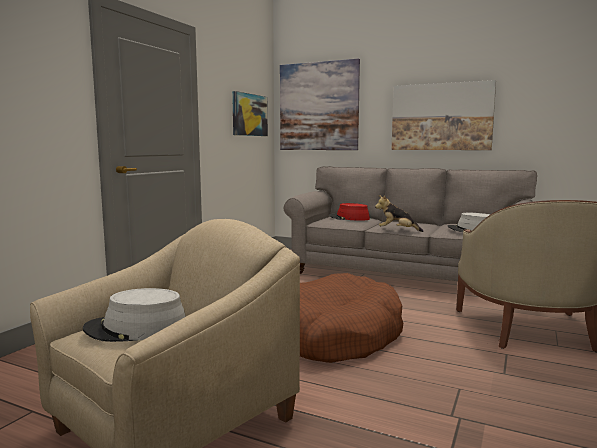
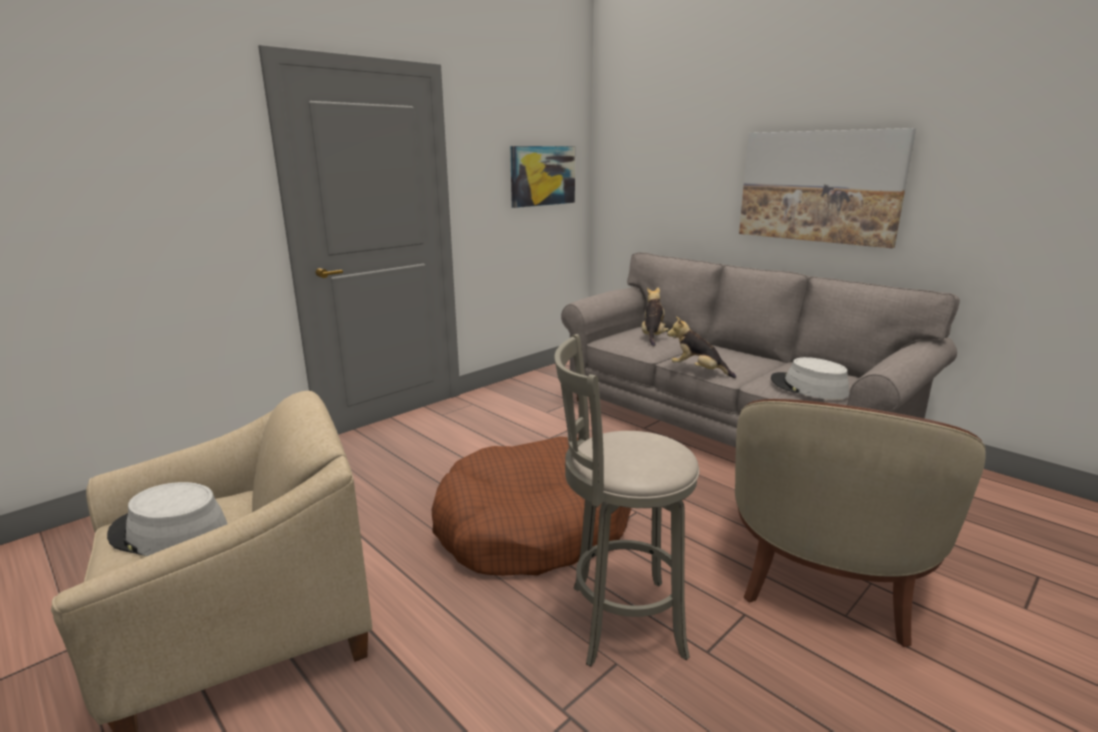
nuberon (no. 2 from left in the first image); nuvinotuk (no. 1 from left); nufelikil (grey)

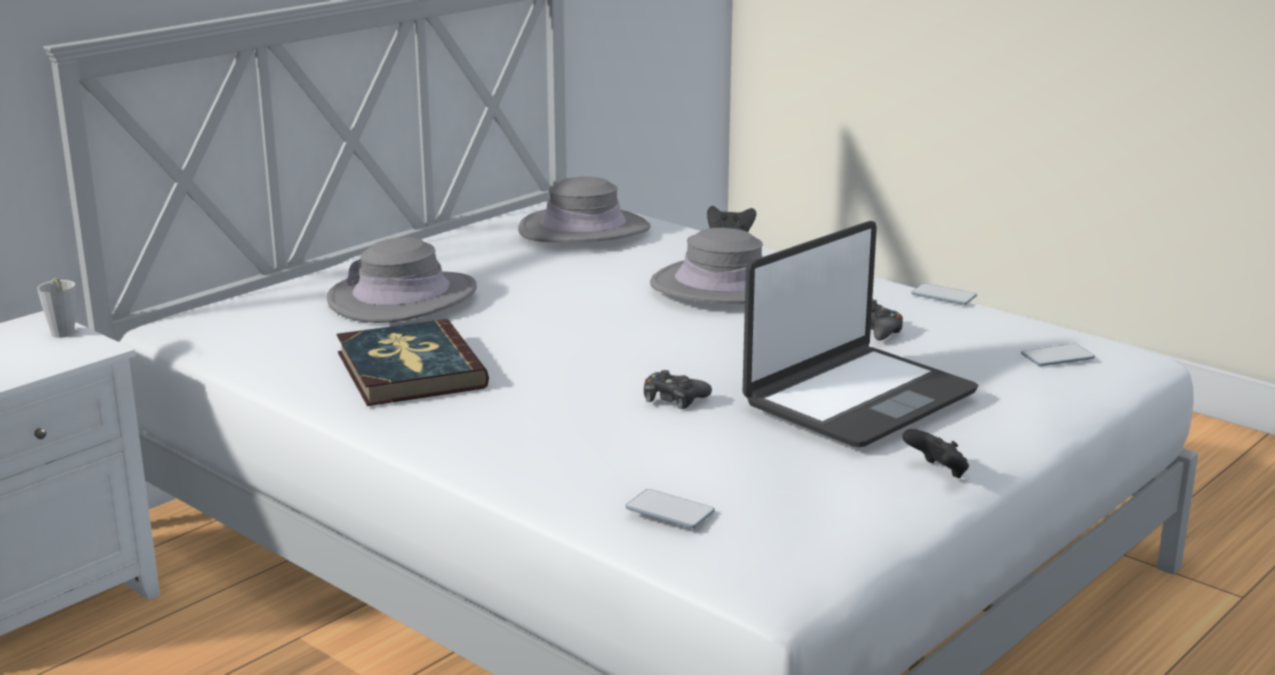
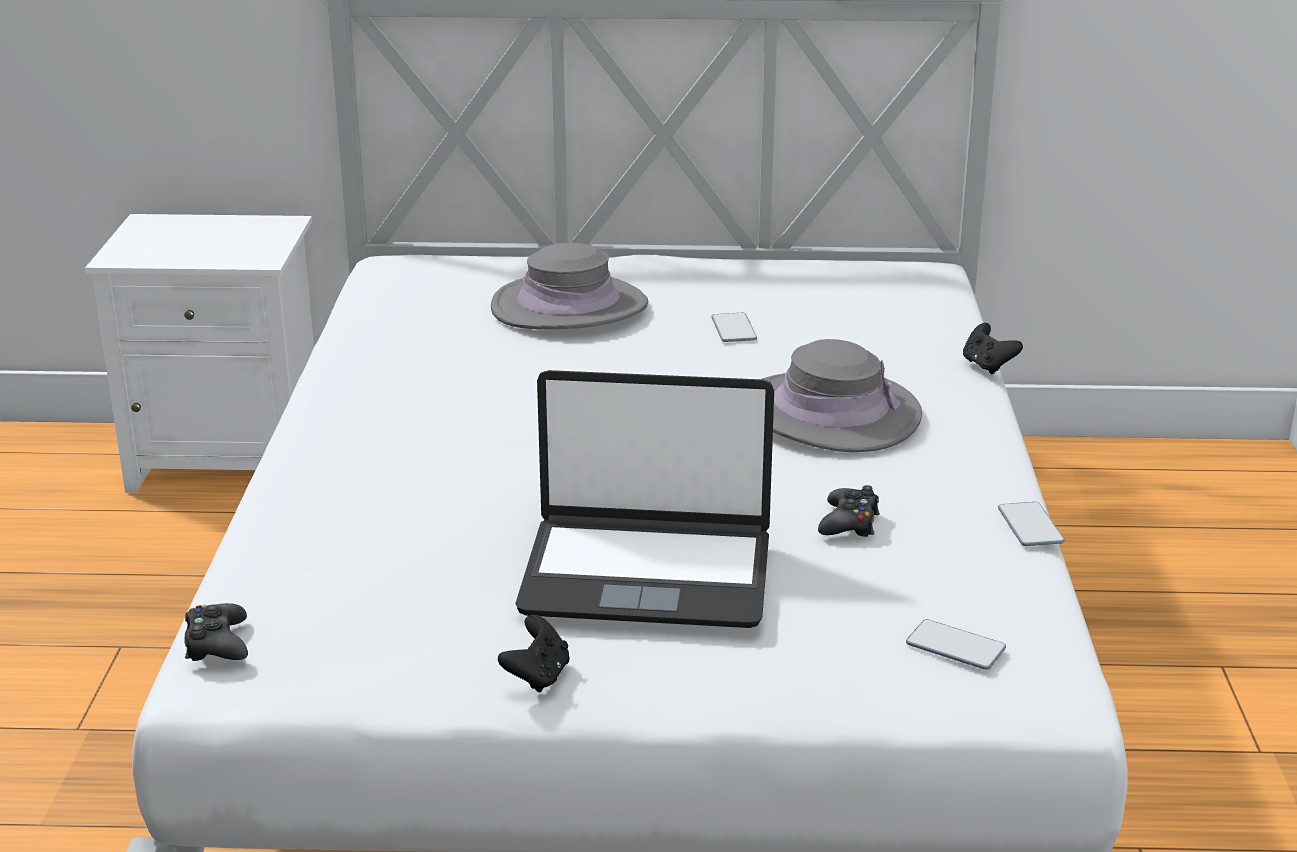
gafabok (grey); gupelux; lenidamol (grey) (no. 2 from left in the first image); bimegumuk (no. 1 from left); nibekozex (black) (no. 1 from left)

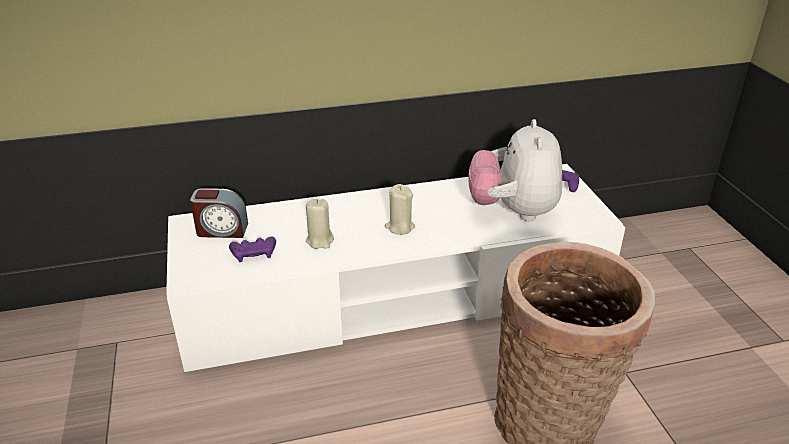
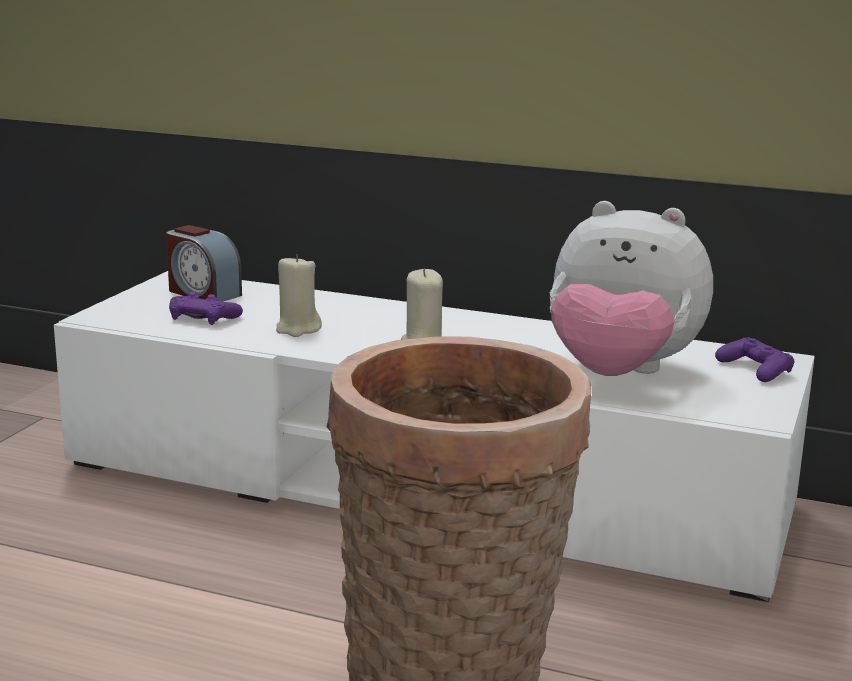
nuvinotuk

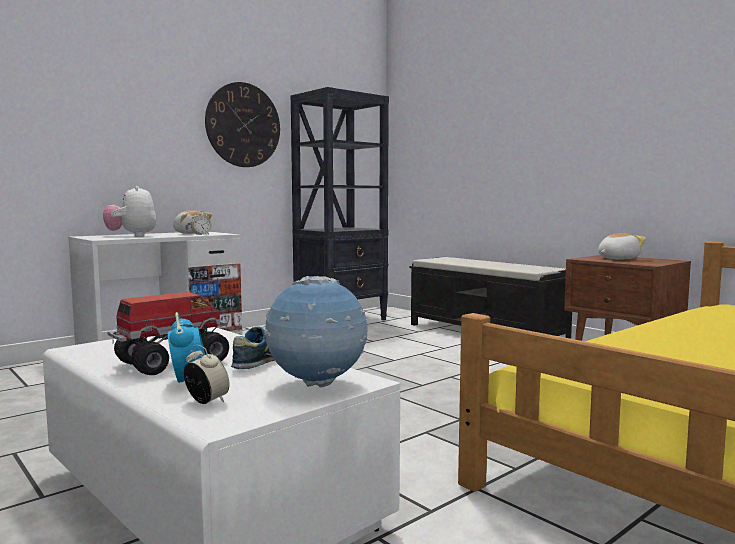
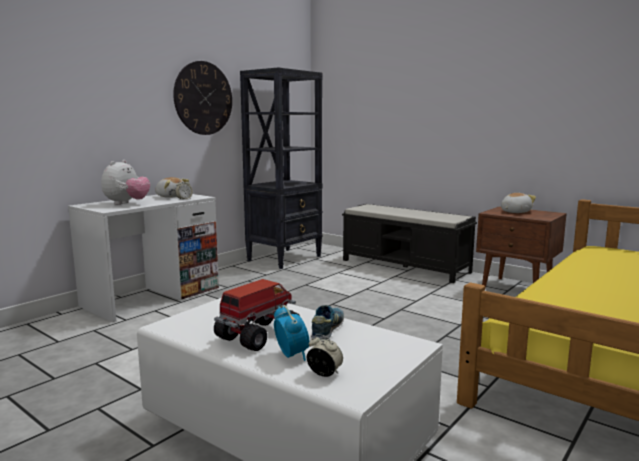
nuvinotuk (no. 1 from left); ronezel

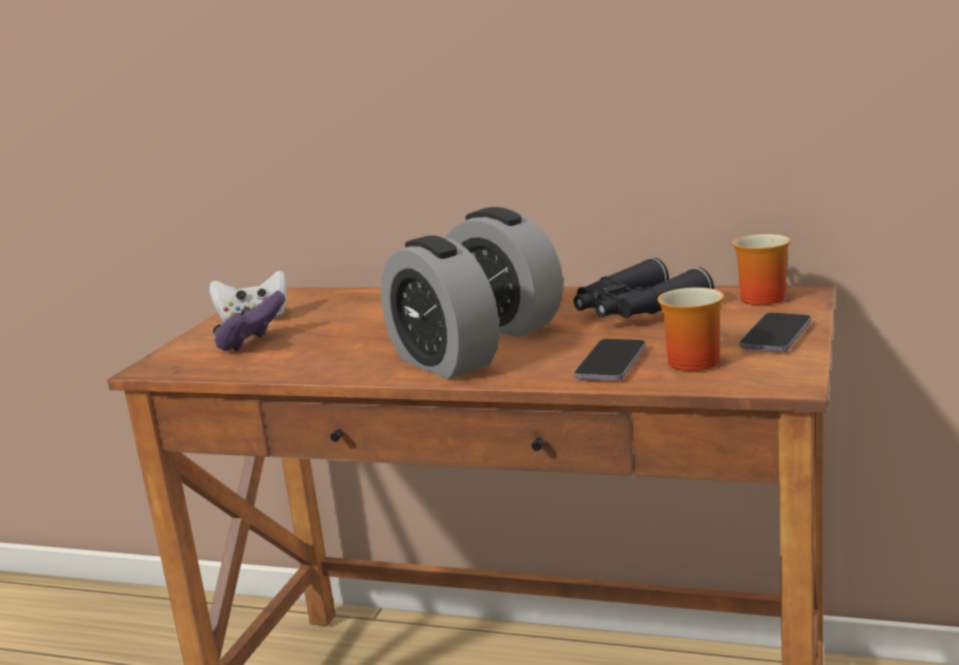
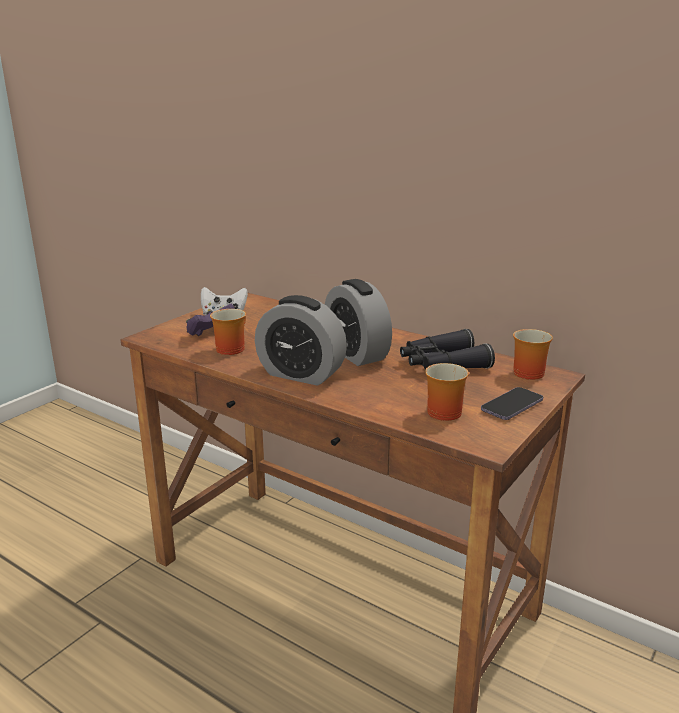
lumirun (no. 1 from left); bimegumuk (no. 1 from left in the first image); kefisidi (no. 1 from left)

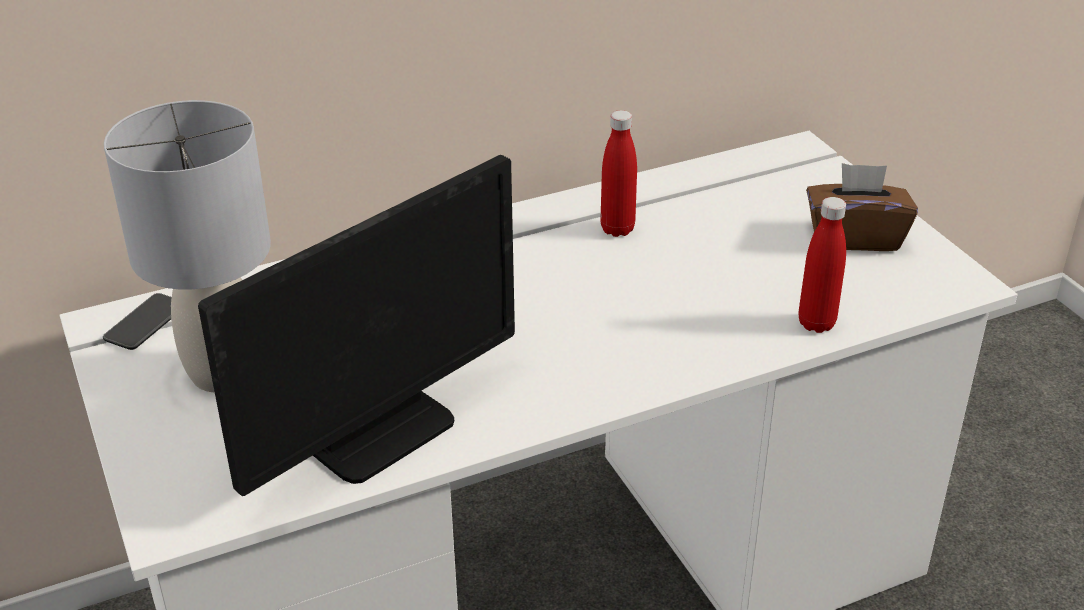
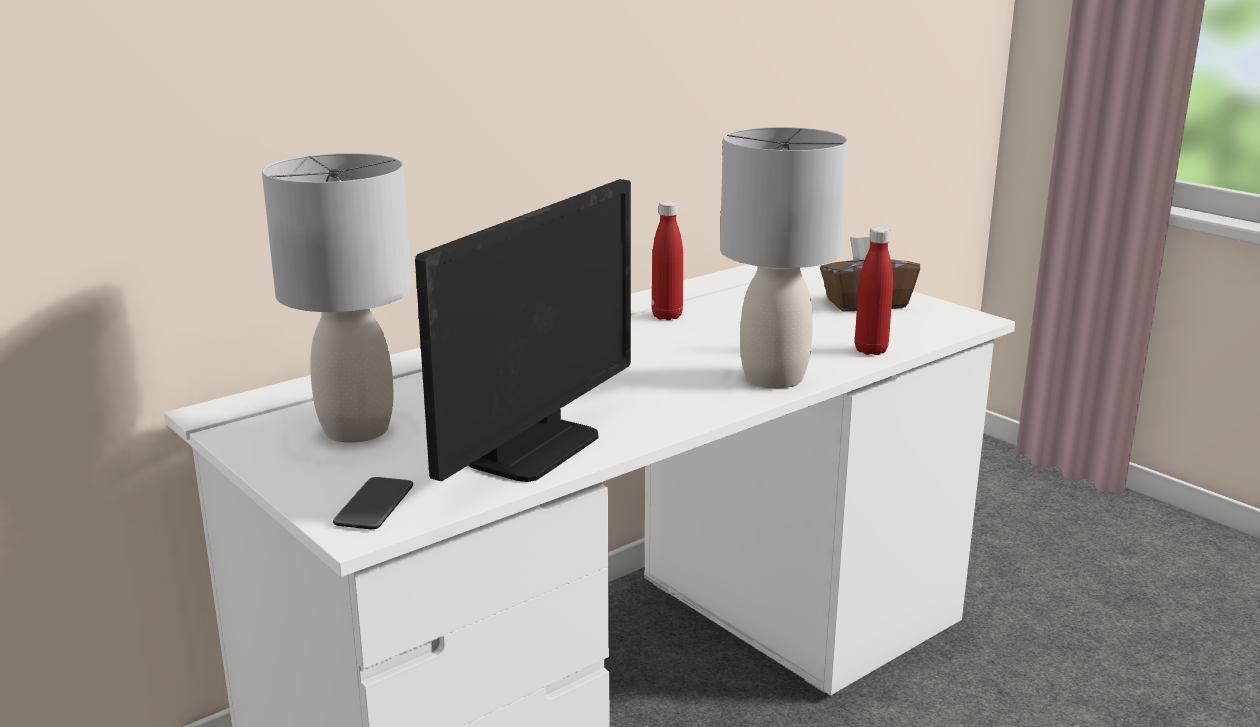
bimegumuk; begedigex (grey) (no. 2 from left)

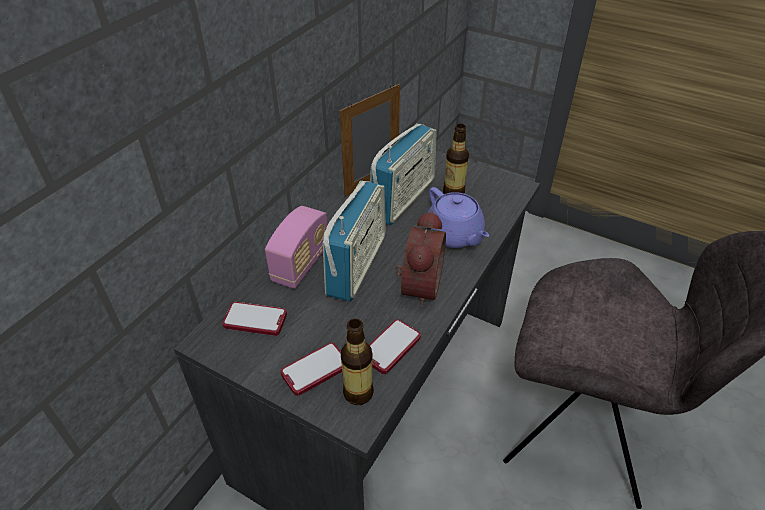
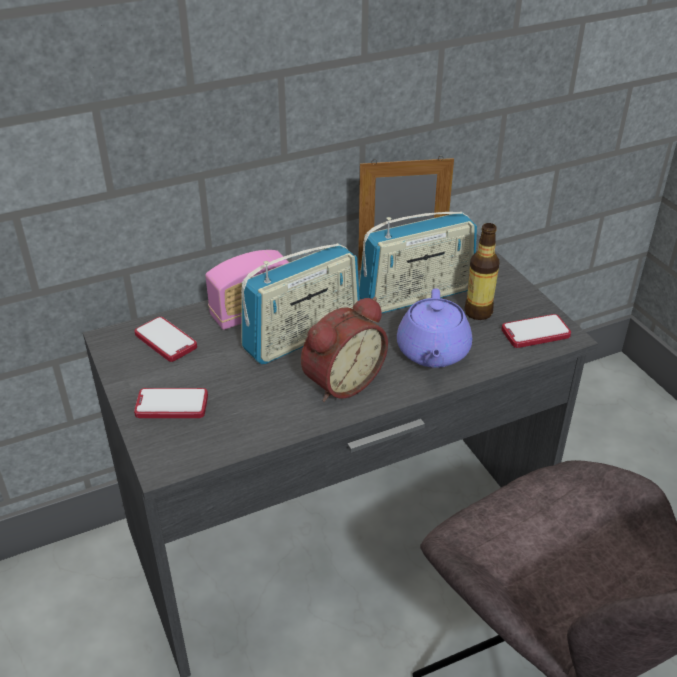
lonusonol (no. 1 from left in the first image); bimegumuk (no. 3 from left)

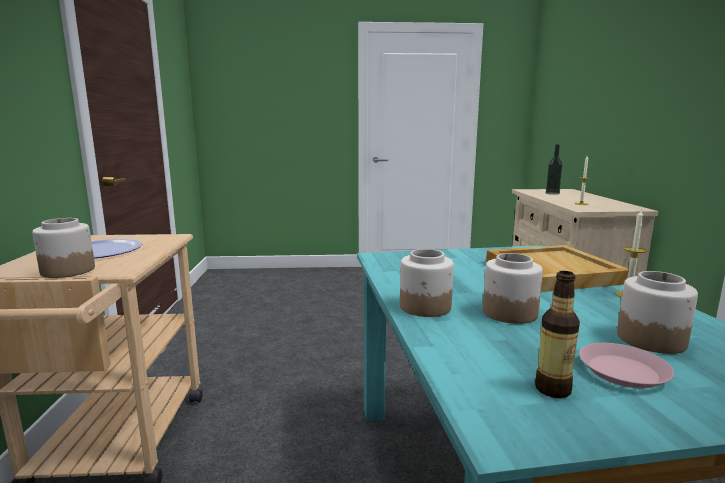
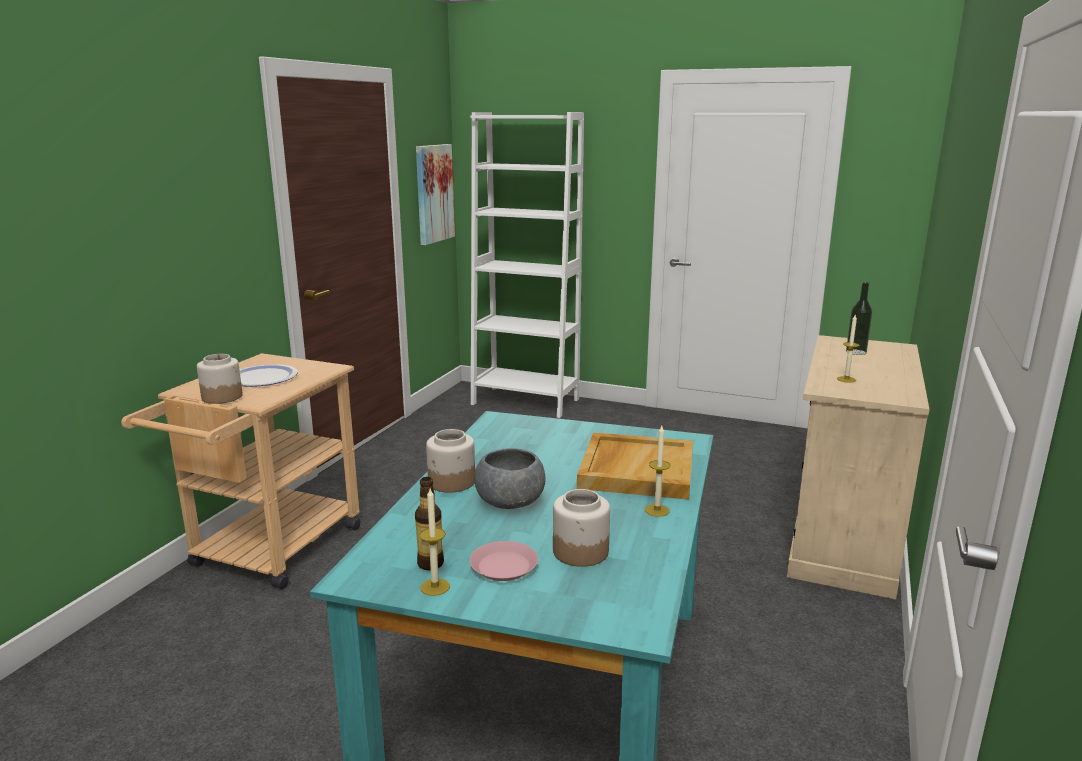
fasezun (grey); nuberon; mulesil (no. 1 from left); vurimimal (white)

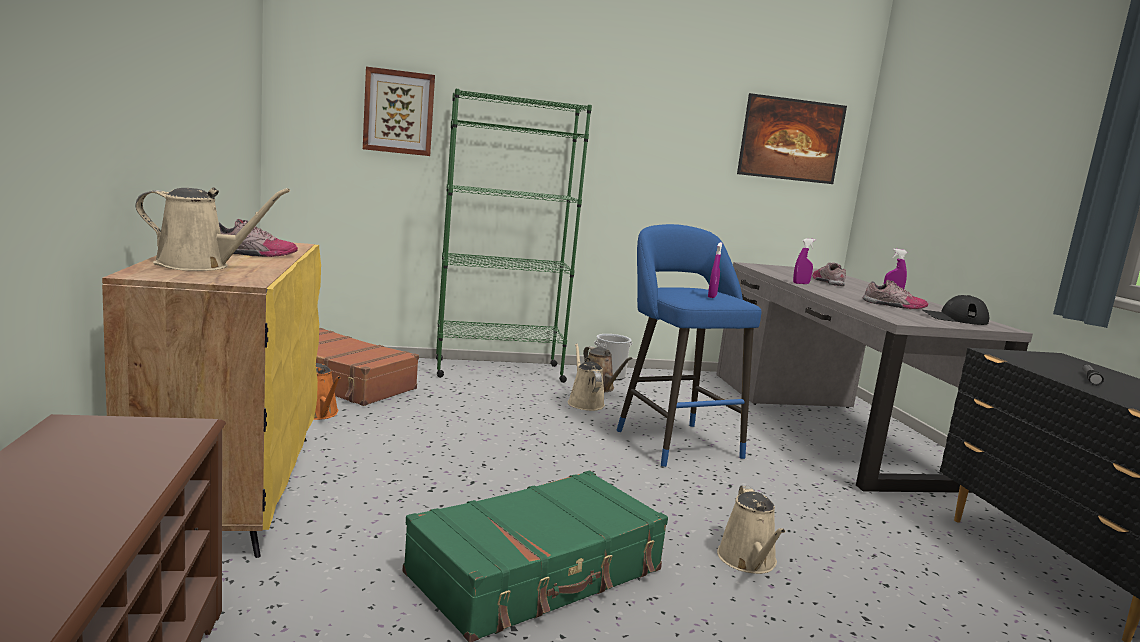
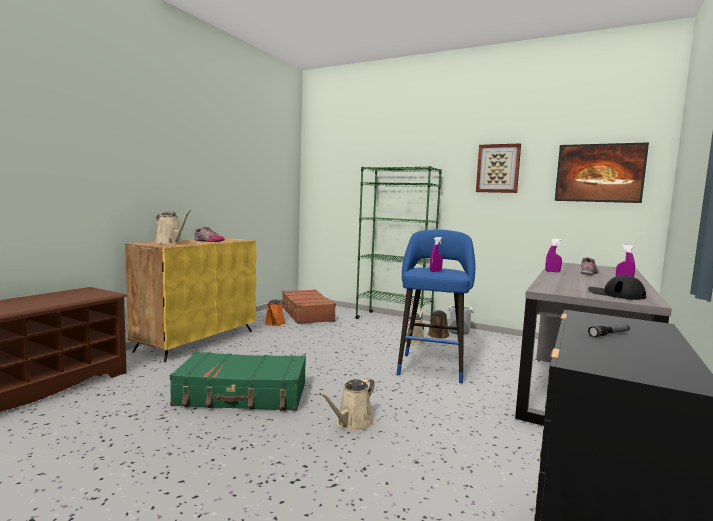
nuberon (no. 1 from left); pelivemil (no. 3 from left in the first image)

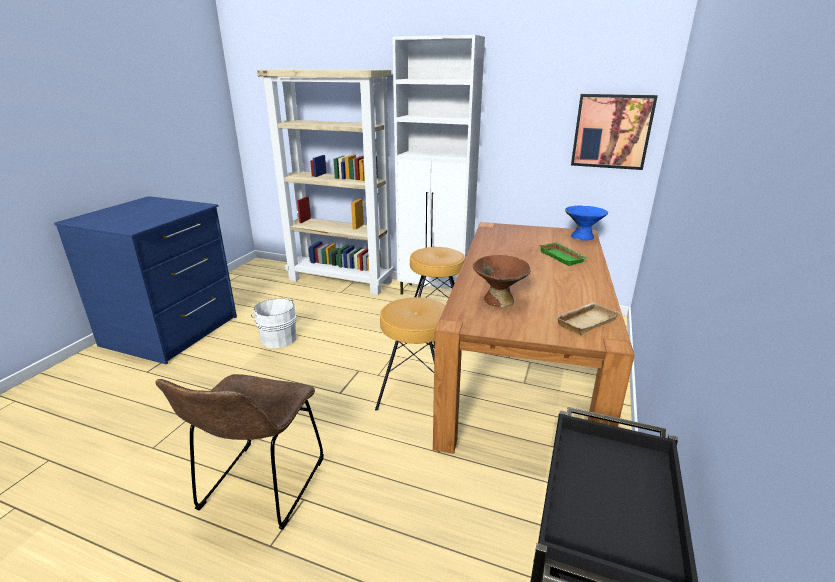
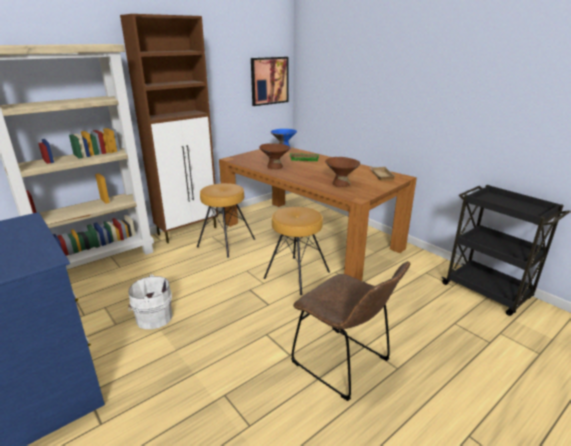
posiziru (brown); fasezun (brown) (no. 1 from left)

